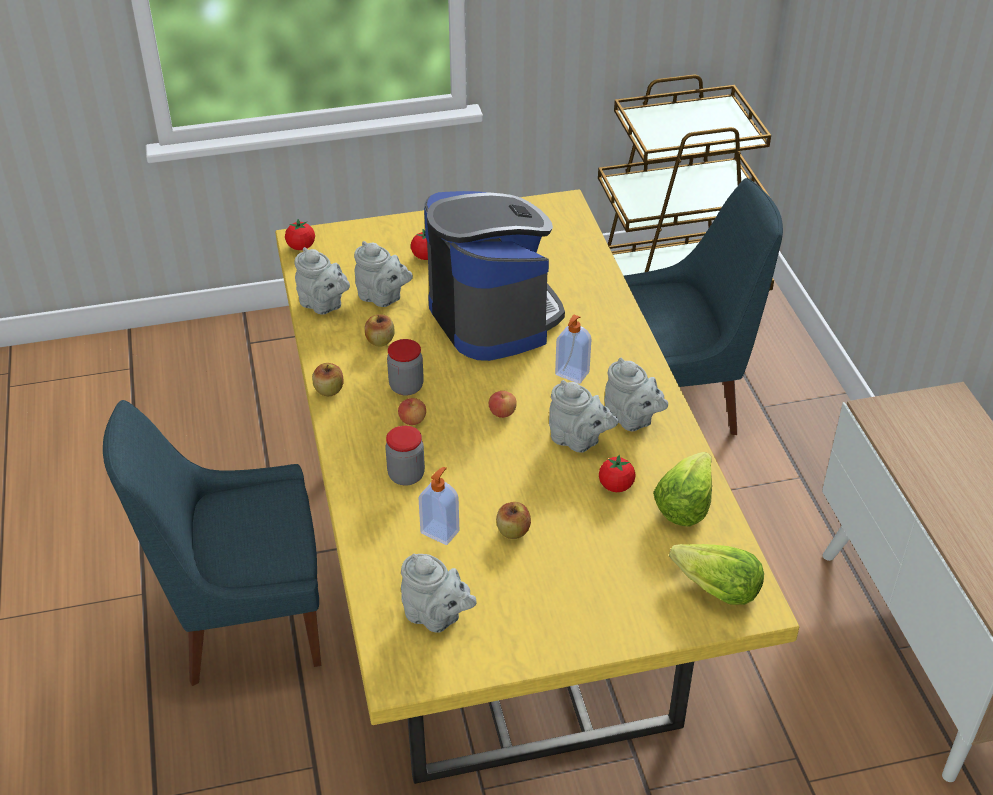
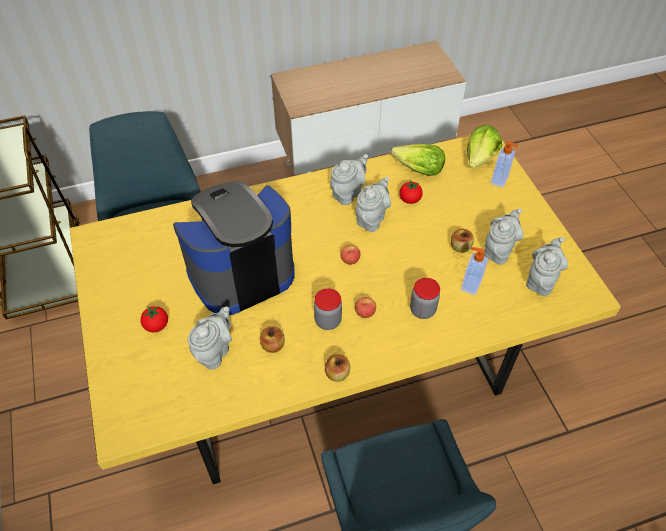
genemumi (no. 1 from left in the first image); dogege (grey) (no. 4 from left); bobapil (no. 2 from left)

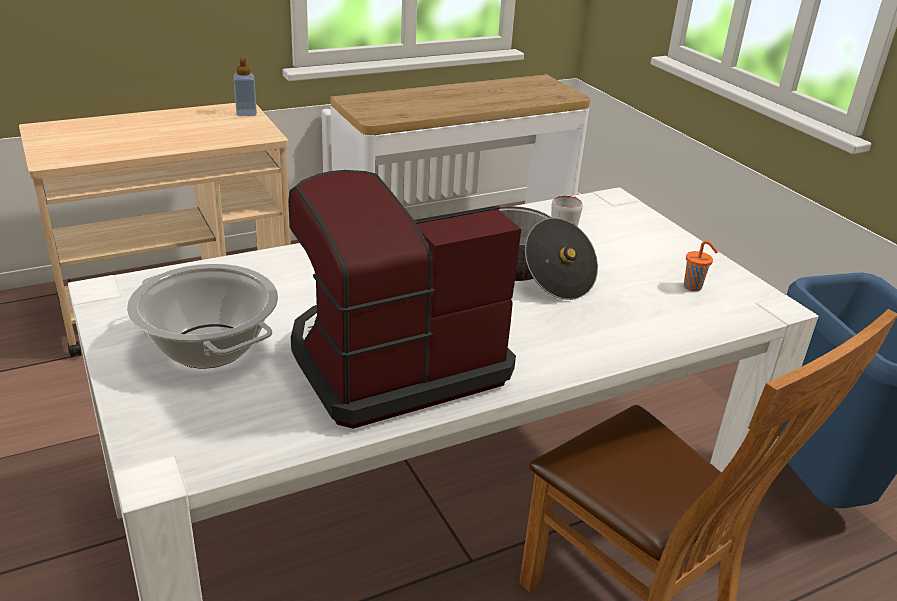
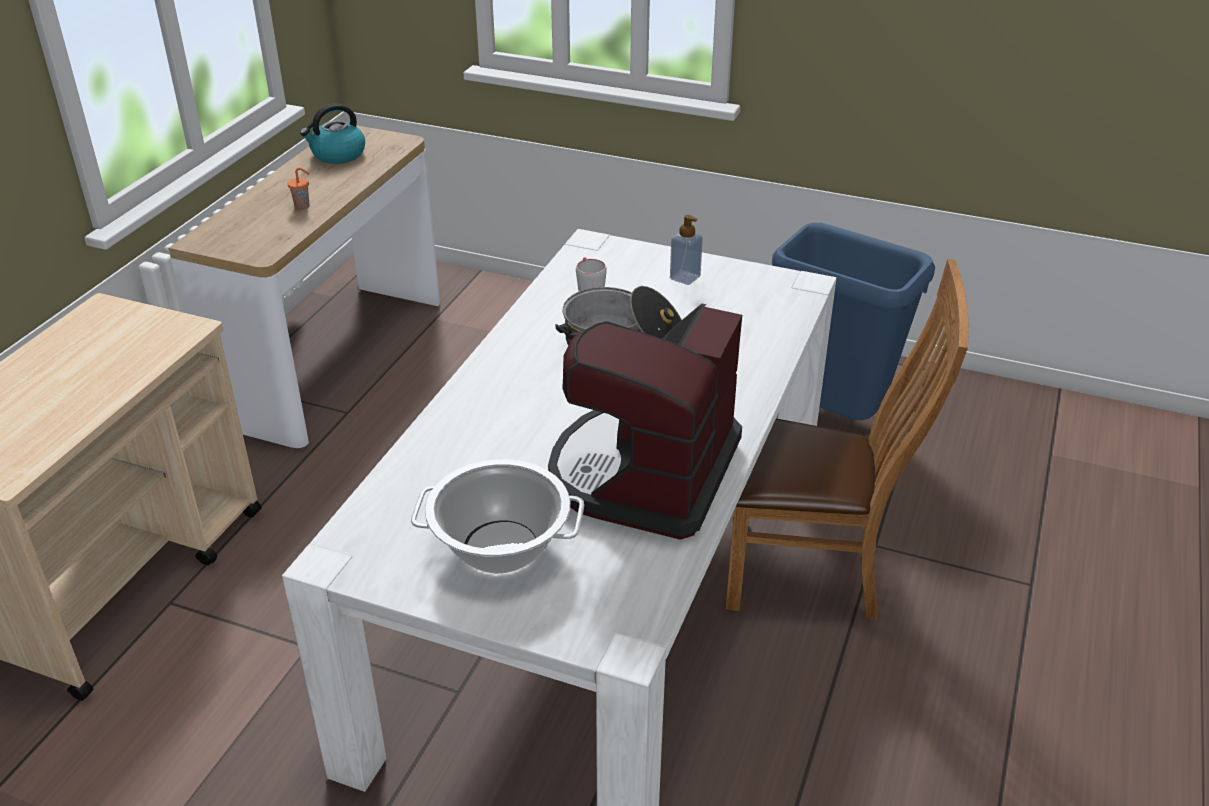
bobapil; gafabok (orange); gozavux

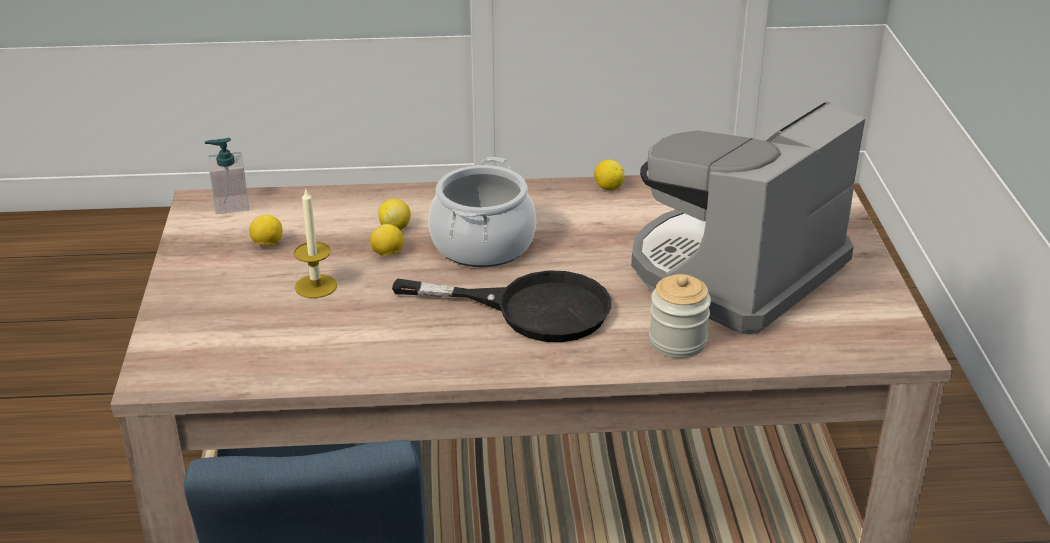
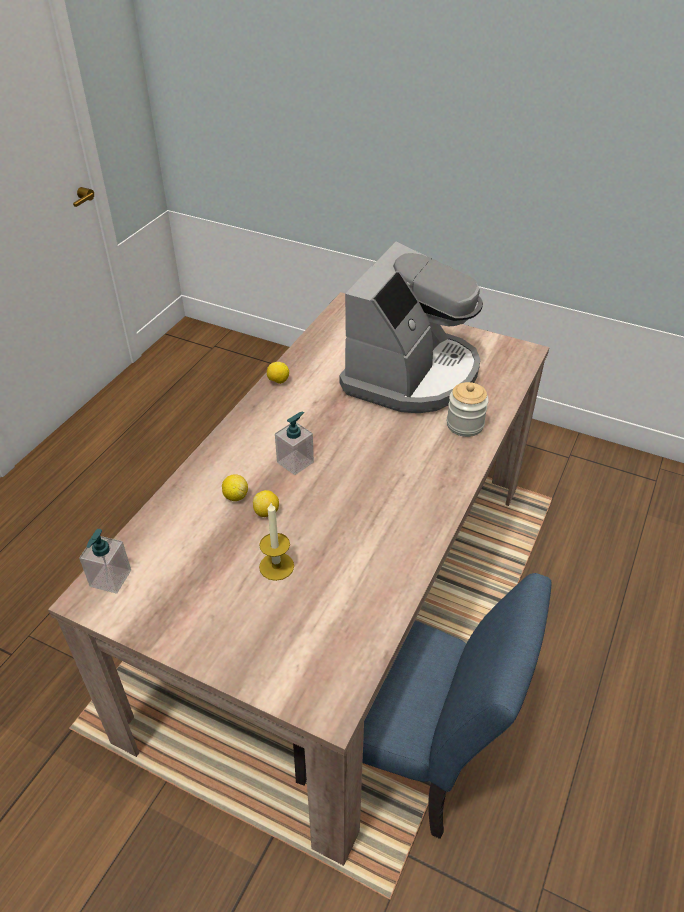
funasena (no. 1 from left in the first image); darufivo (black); bobapil (no. 2 from left); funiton

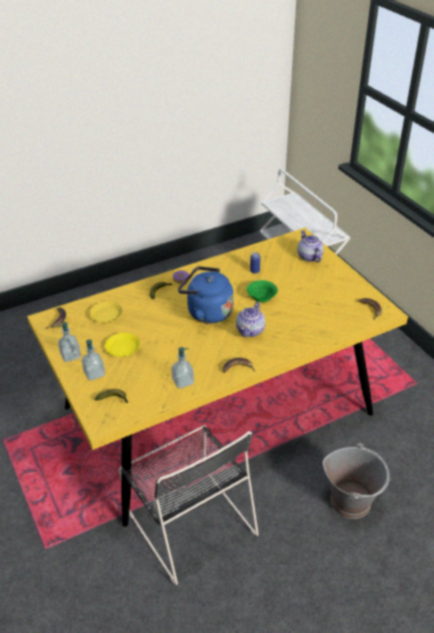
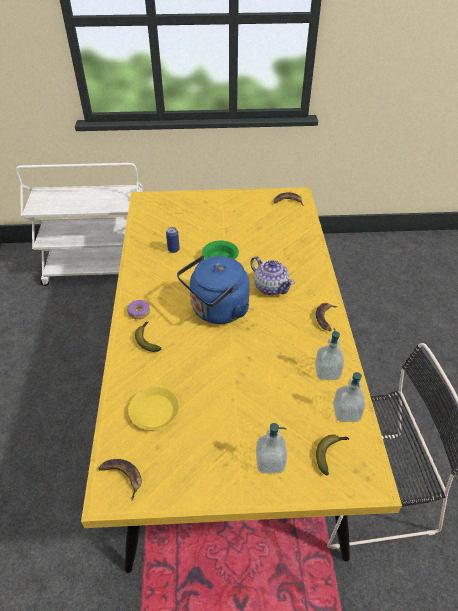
bobapil (no. 3 from left); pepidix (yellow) (no. 2 from left in the first image); dogege (no. 2 from left in the first image); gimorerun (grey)

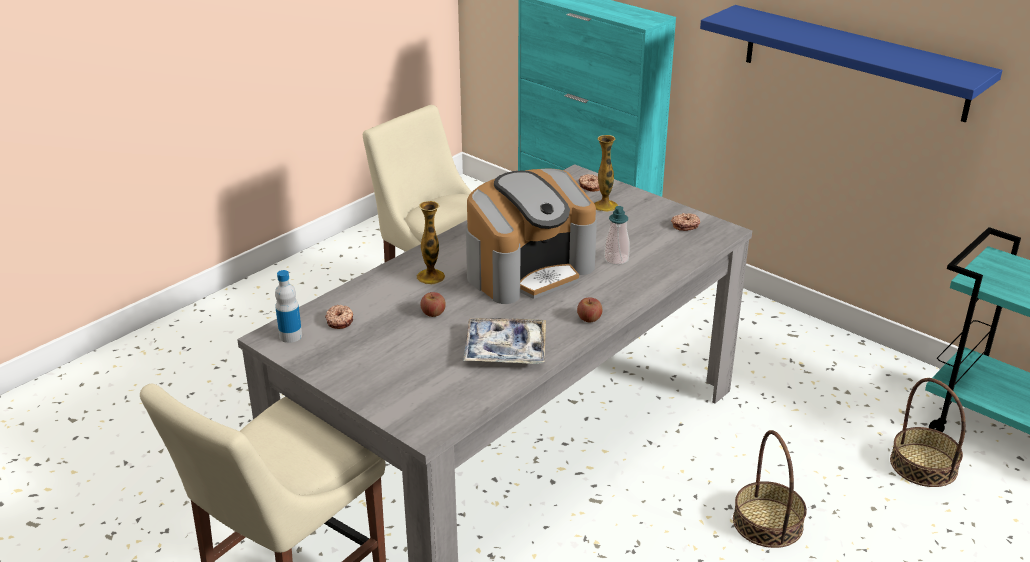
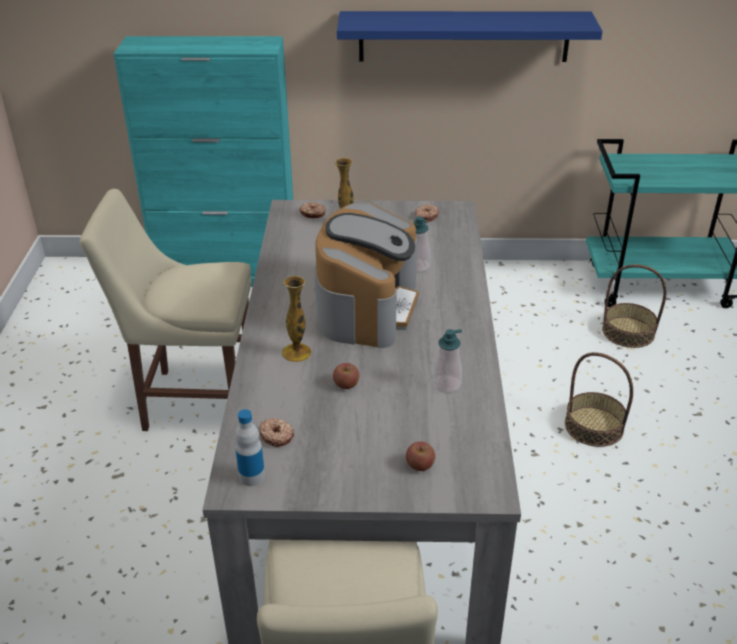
bobapil (no. 2 from left); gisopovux (no. 2 from left)

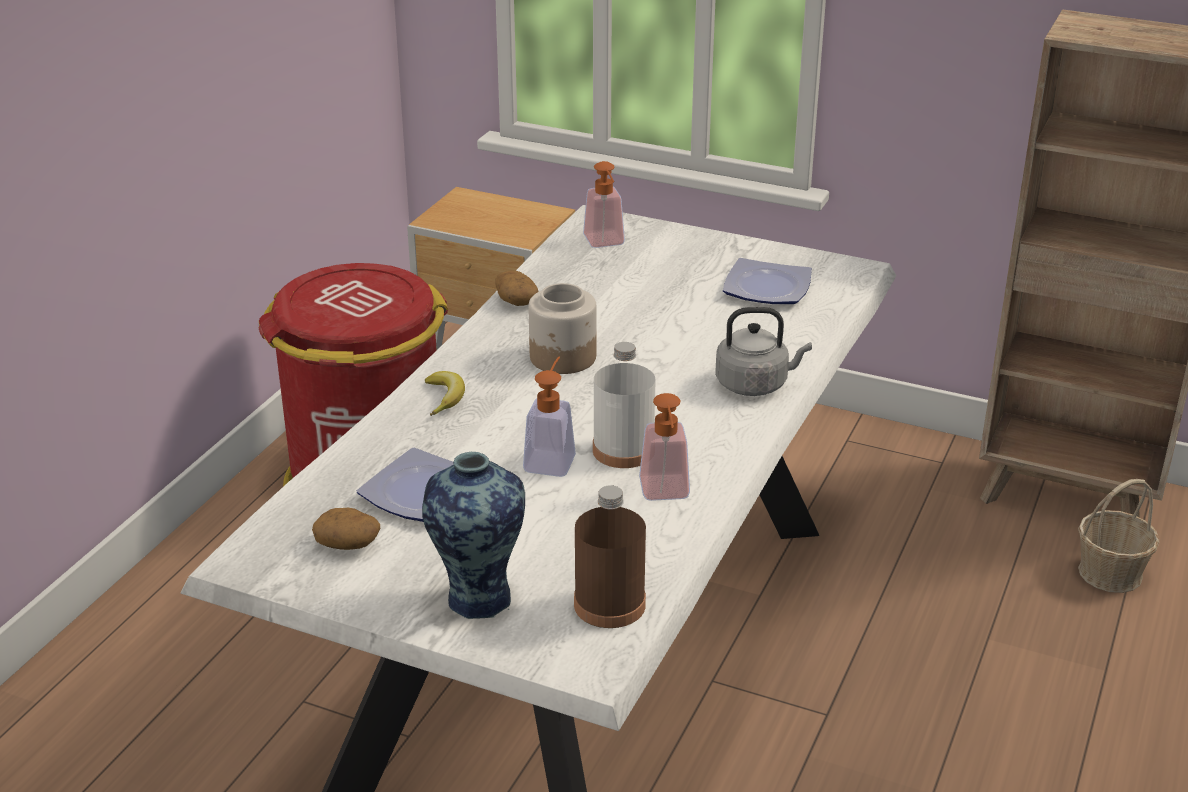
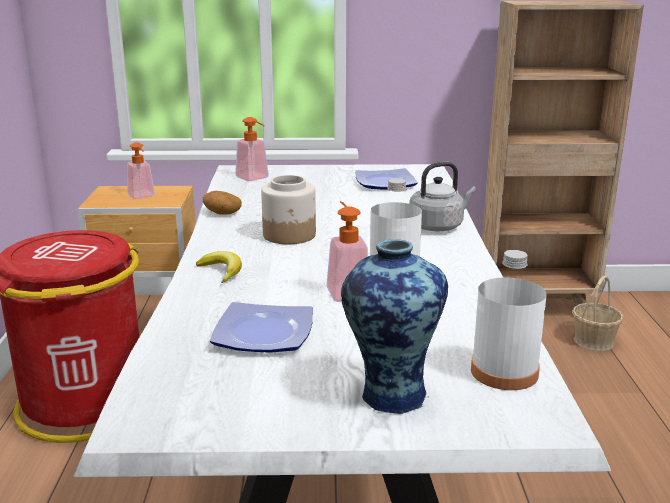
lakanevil (no. 1 from left in the first image); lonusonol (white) (no. 2 from left); bobapil (no. 1 from left)

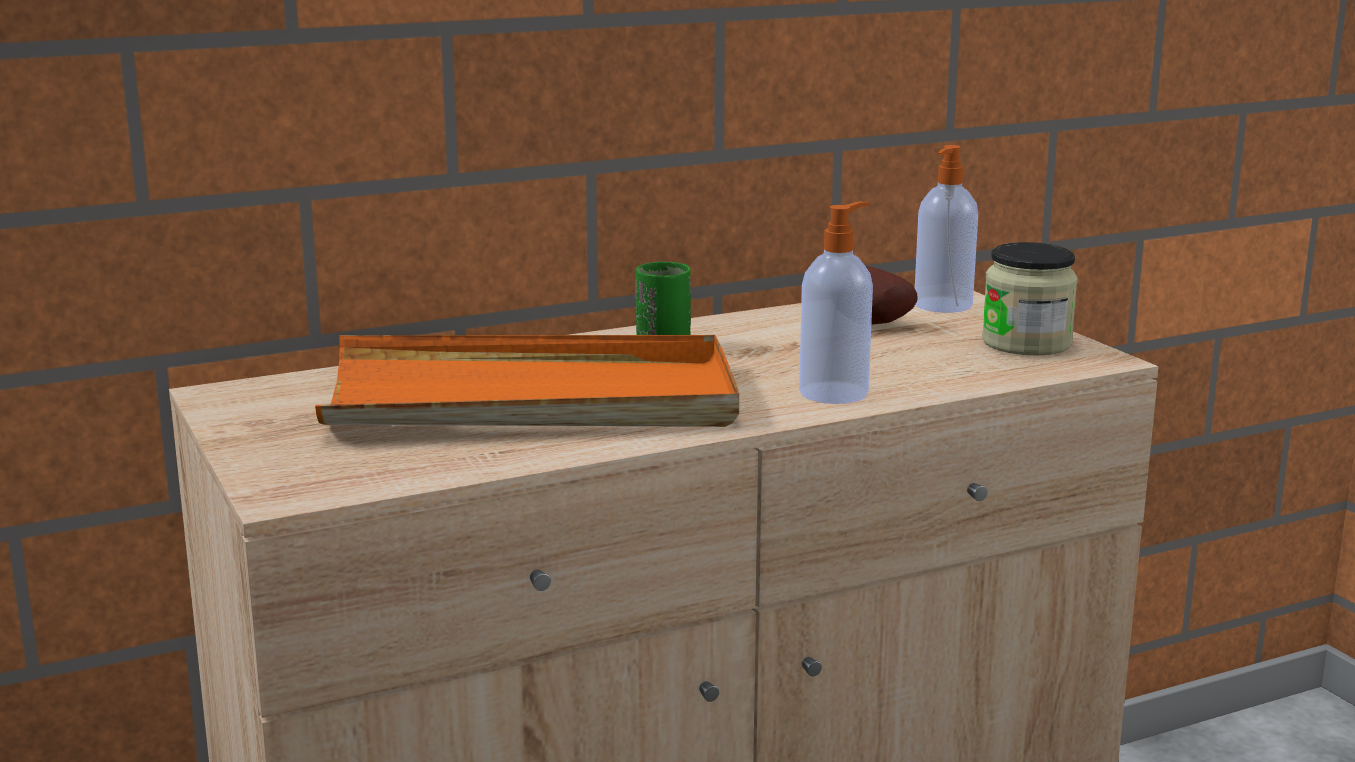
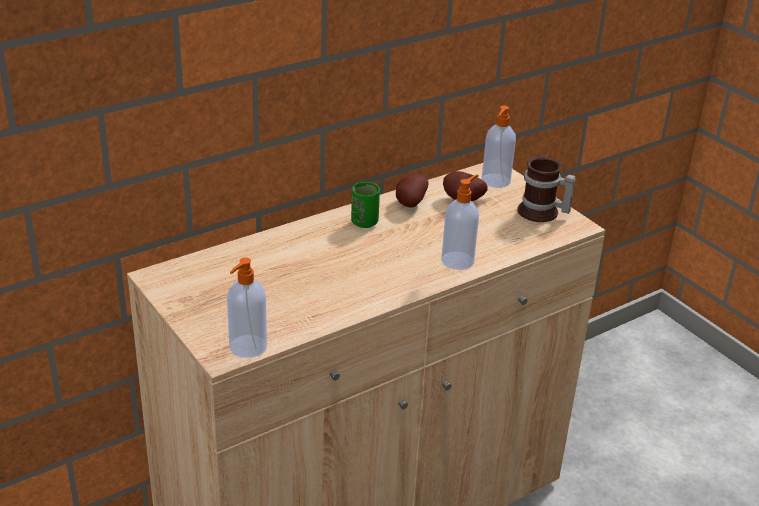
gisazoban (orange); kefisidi; bobapil (no. 1 from left); lakanevil (no. 1 from left)

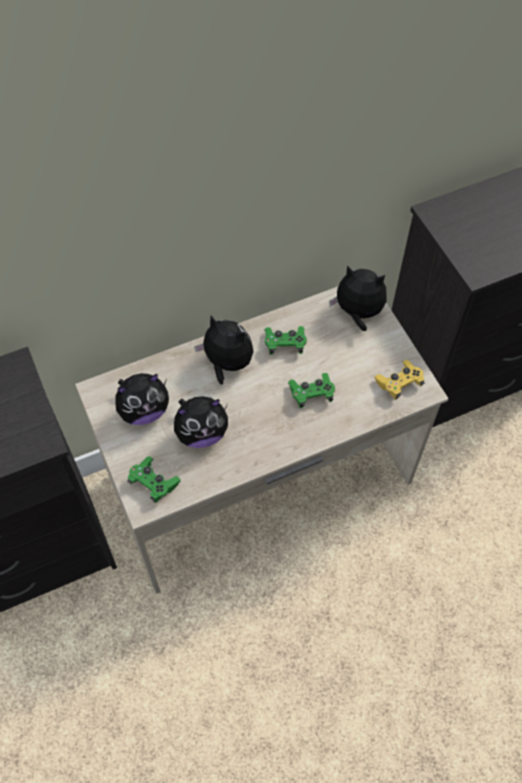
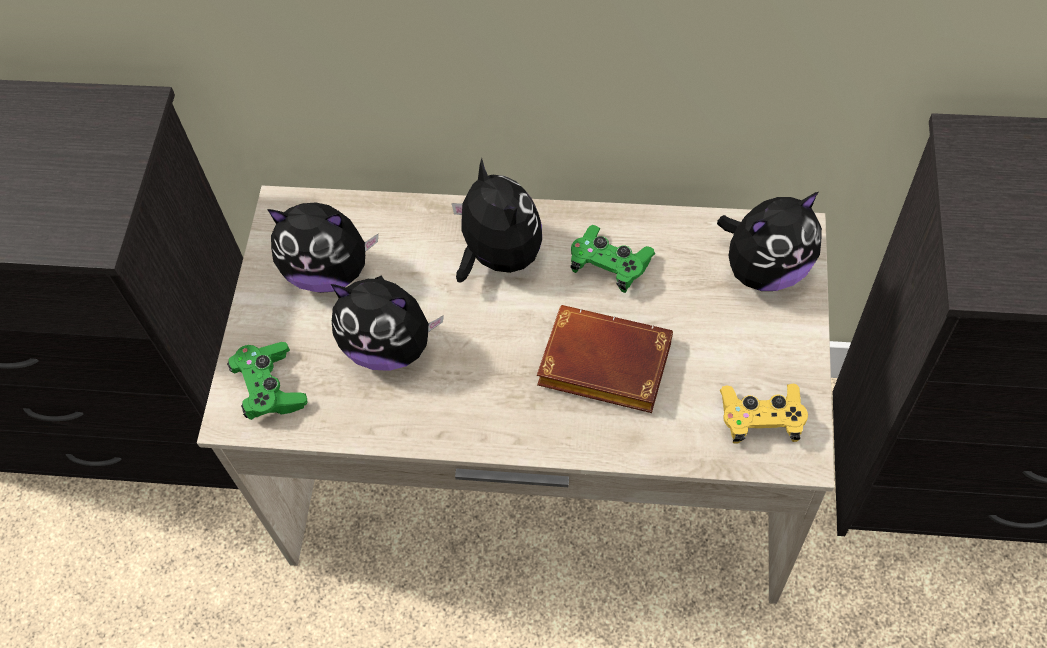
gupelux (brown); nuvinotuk (no. 4 from left)

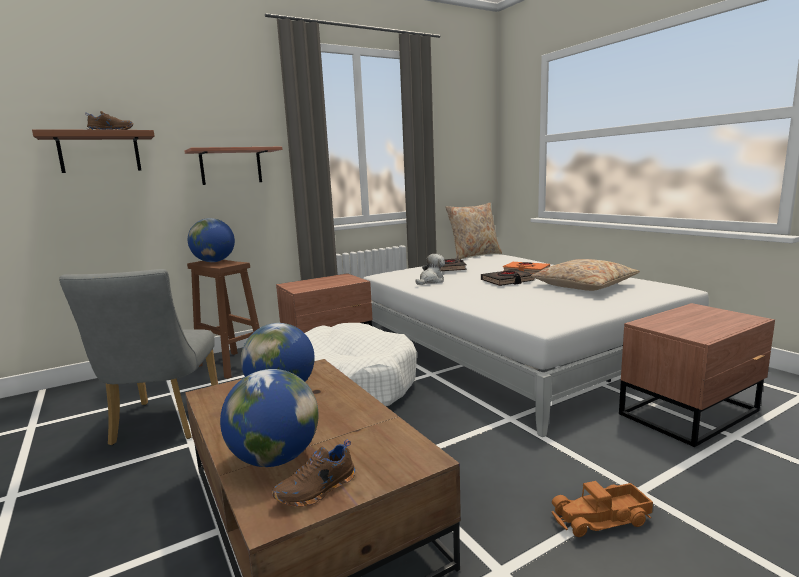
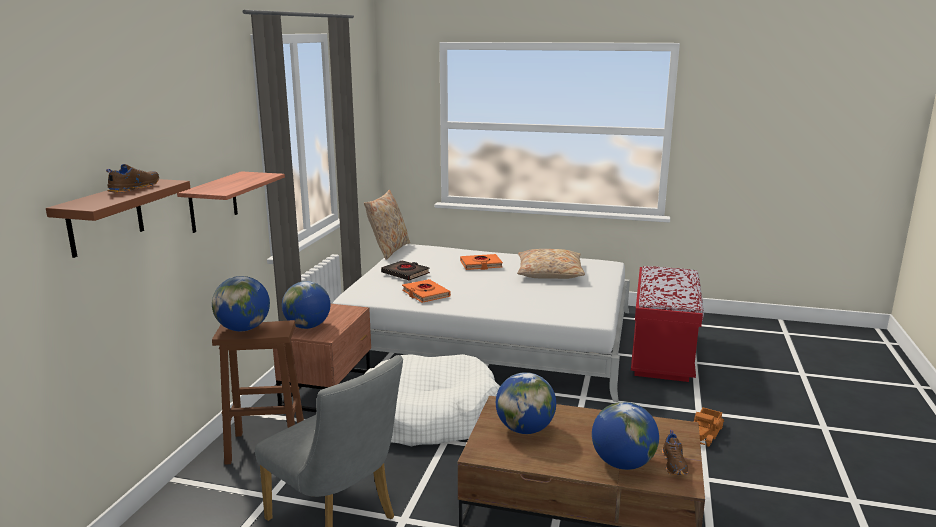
gupelux (orange) (no. 1 from left); gupelux (black) (no. 2 from left in the first image); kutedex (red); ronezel (no. 2 from left)

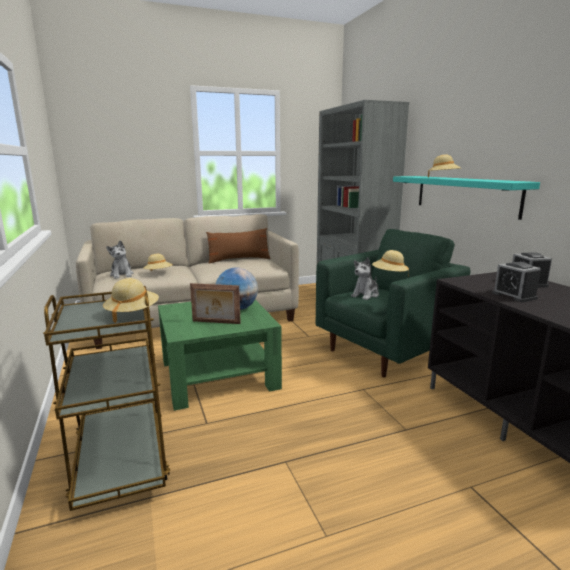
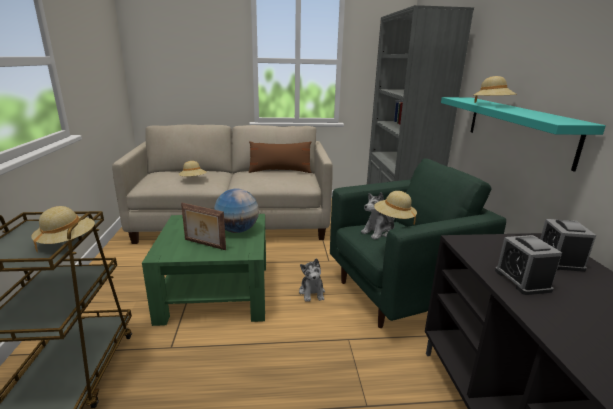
nuvinotuk (no. 1 from left)

